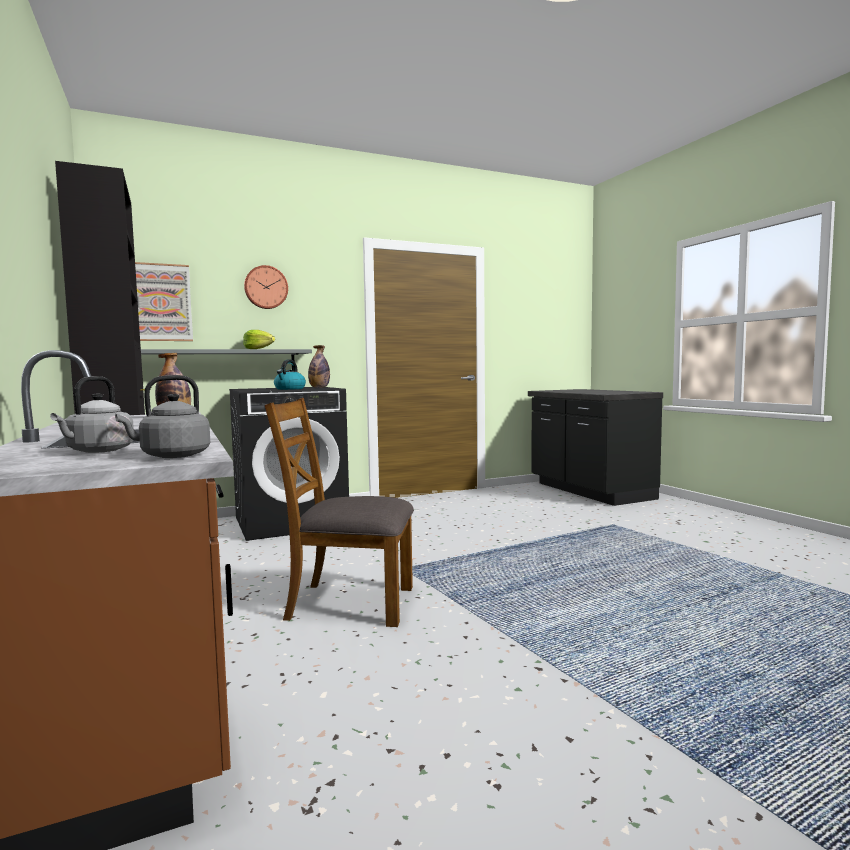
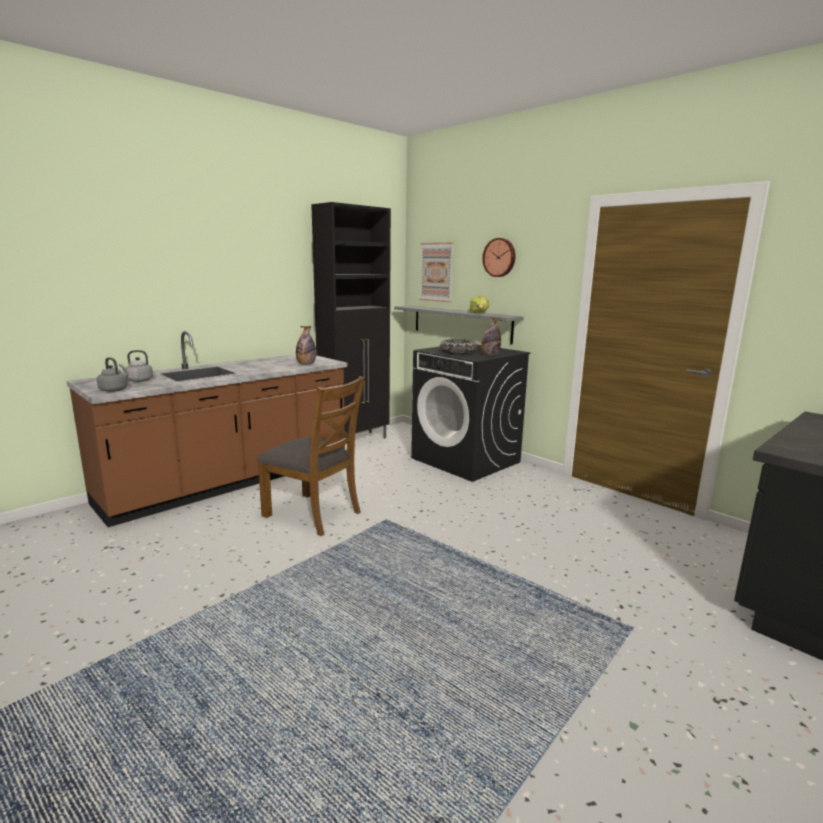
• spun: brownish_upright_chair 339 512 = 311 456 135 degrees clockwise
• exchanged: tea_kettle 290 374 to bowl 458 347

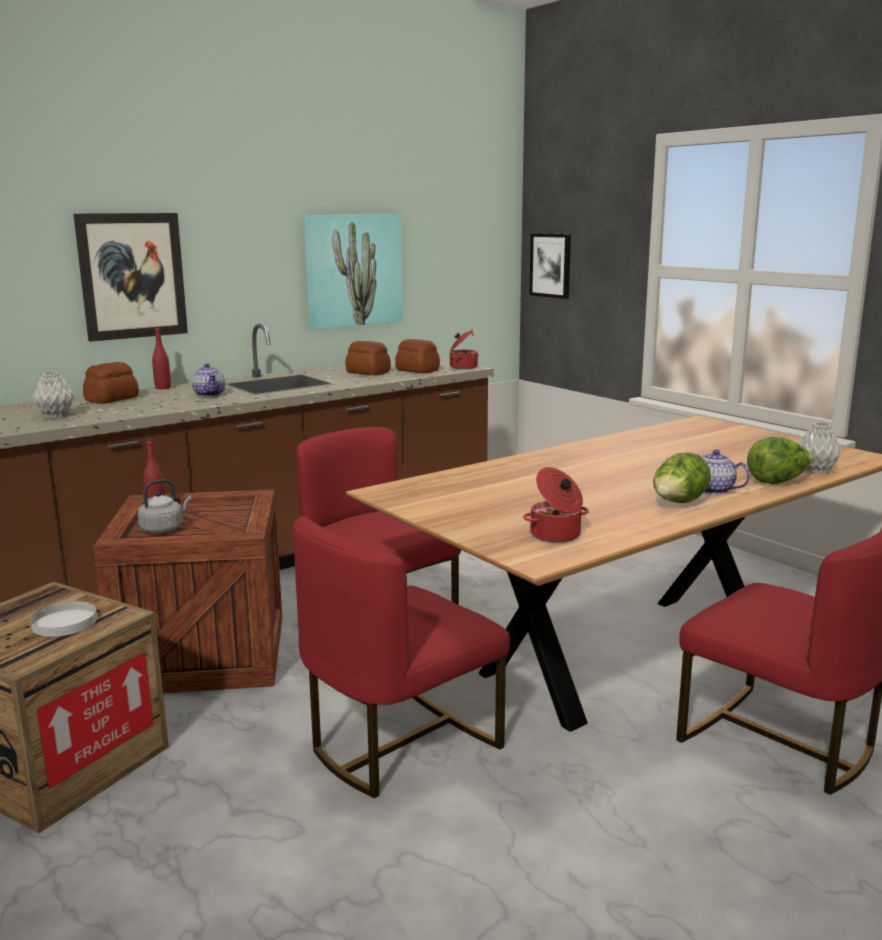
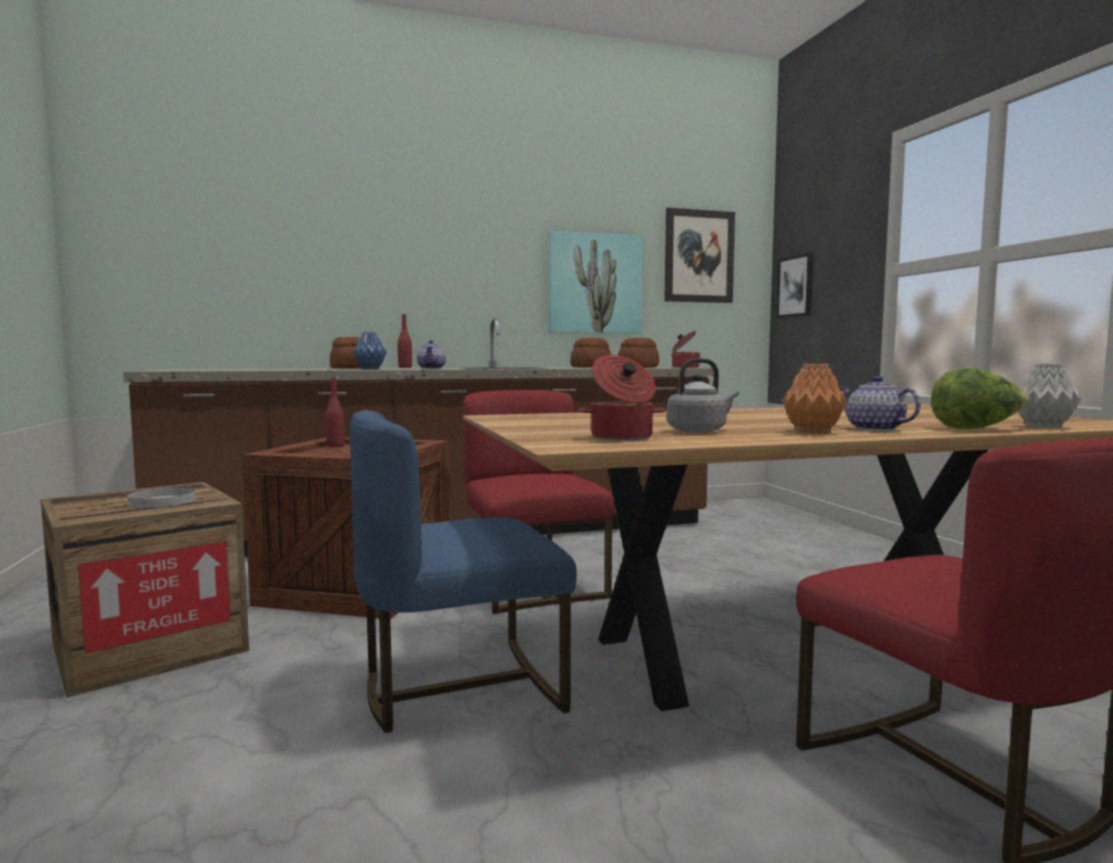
• missing: greyish_flower_vase 53 395
• relocated: wall_art 130 277 to 699 255
• relocated: greyish_tea_kettle 165 506 to 703 395
• colour: reddish_upright_chair 401 657 to bluish_upright_chair 463 571
• exchanged: lettuce_head 682 477 to orangey_flower_vase 814 399
• appeared: bluish_flower_vase 370 351

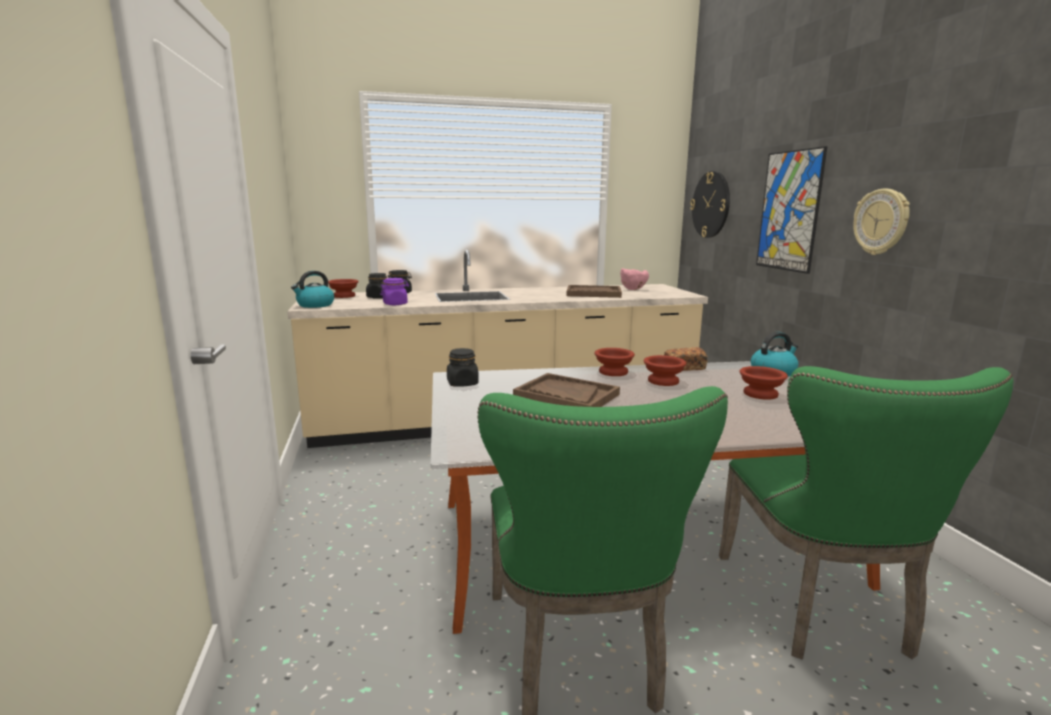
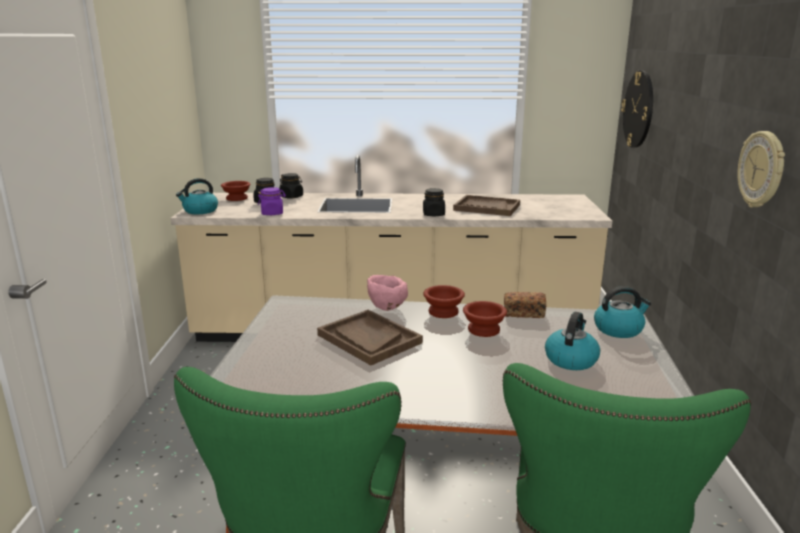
• relocated: black_storage_jar 463 367 to 434 202
• relocated: pink-coloured_bowl 634 279 to 387 293
• exchanged: brownish_bowl 763 383 to tea_kettle 572 341
• missing: wall_art 792 210

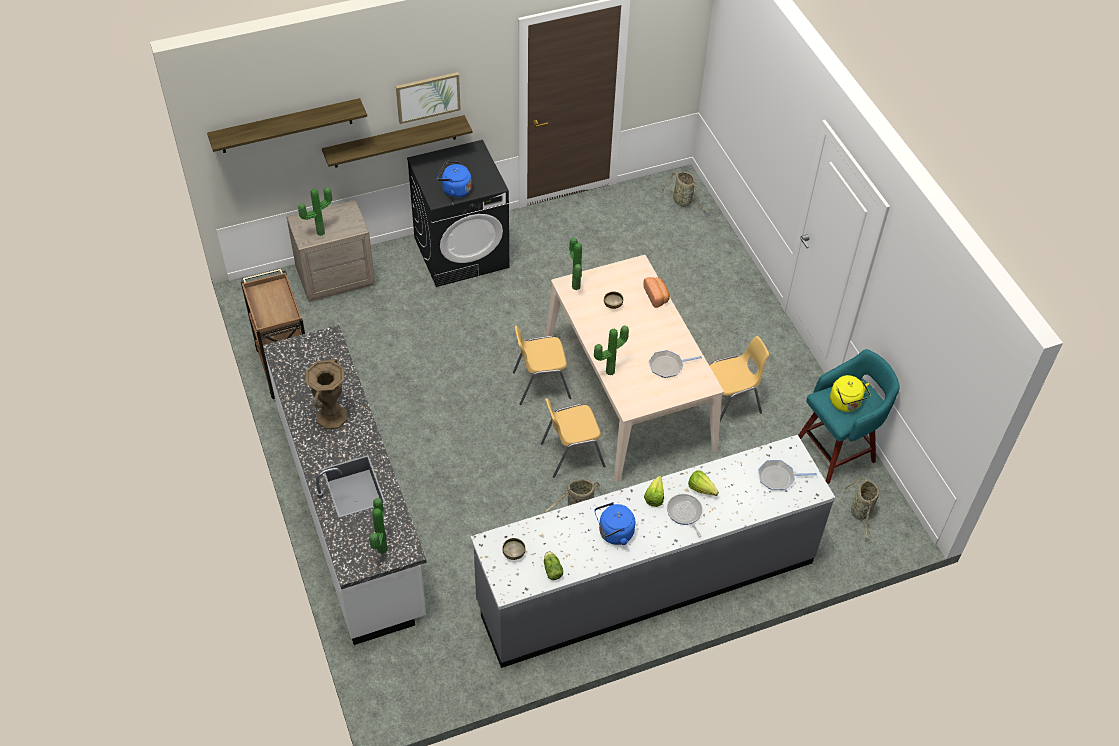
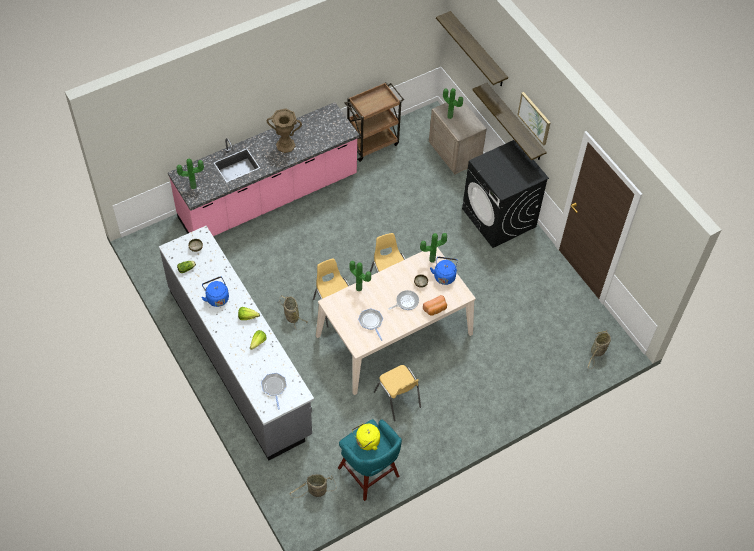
• colour: whitish_kitchen_counter 345 485 to pink-coloured_kitchen_counter 264 169
• relocated: bluish_tea_kettle 454 179 to 444 271
• relocated: skillet 684 515 to 403 300

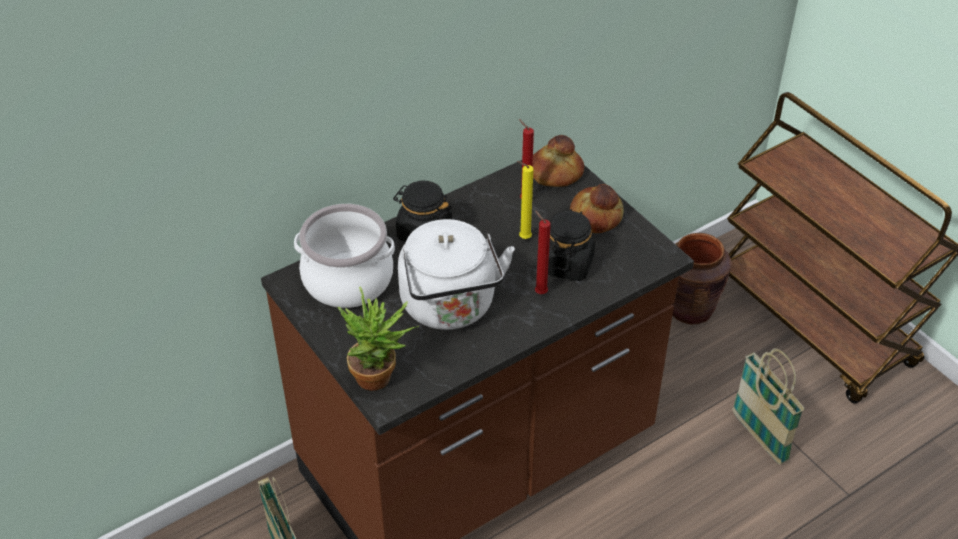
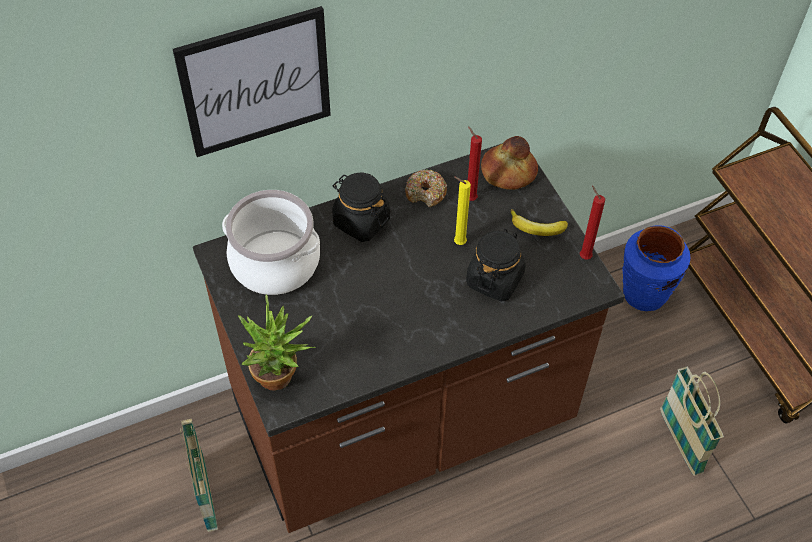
• missing: whitish_tea_kettle 456 274
• relocated: reddish_wax_light 543 252 to 592 223
• exchanged: bread 597 208 to banana 539 222
• colour: brownish_flower_vase 702 278 to bluish_flower_vase 656 268
• appeared: wall_art 252 81
• appeared: donut 426 188

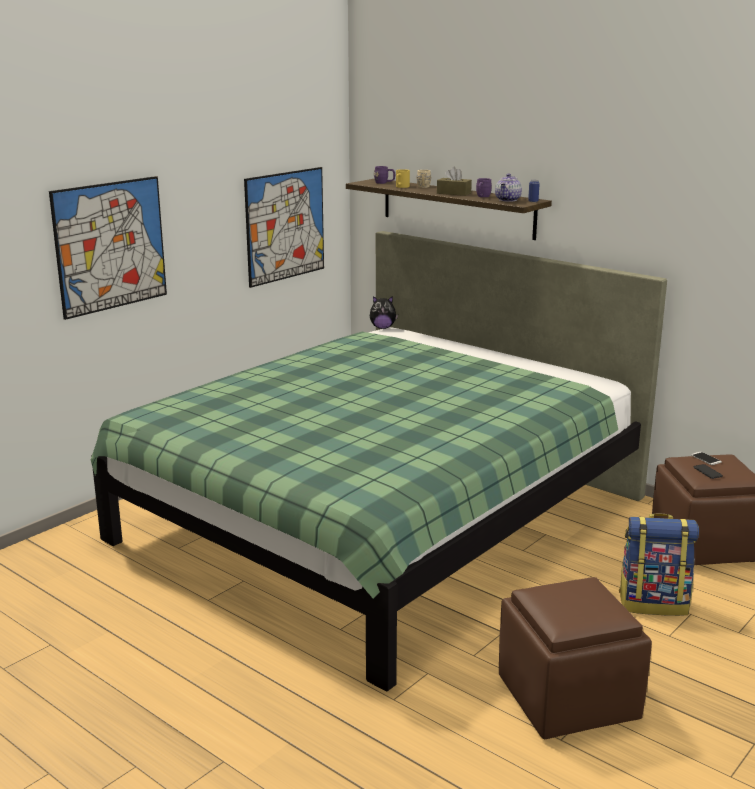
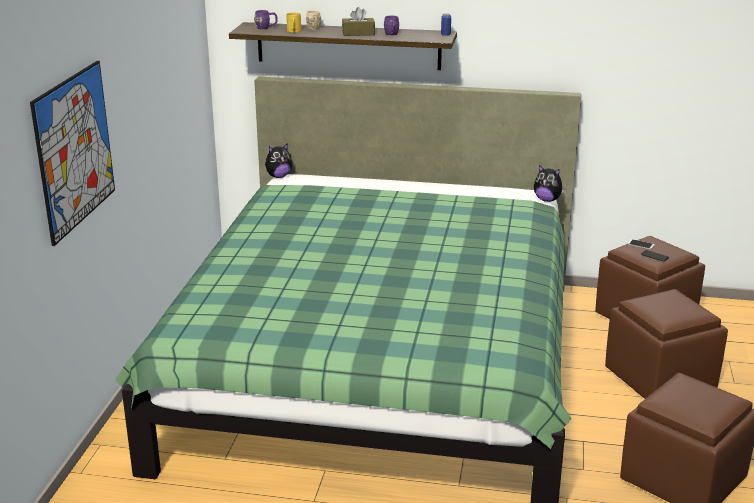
• missing: wall_art 284 227
• missing: pot_for_tea 508 187
• exchanged: rucksack 659 564 to brownish_footrest 666 344
• appeared: soft_toy 550 183

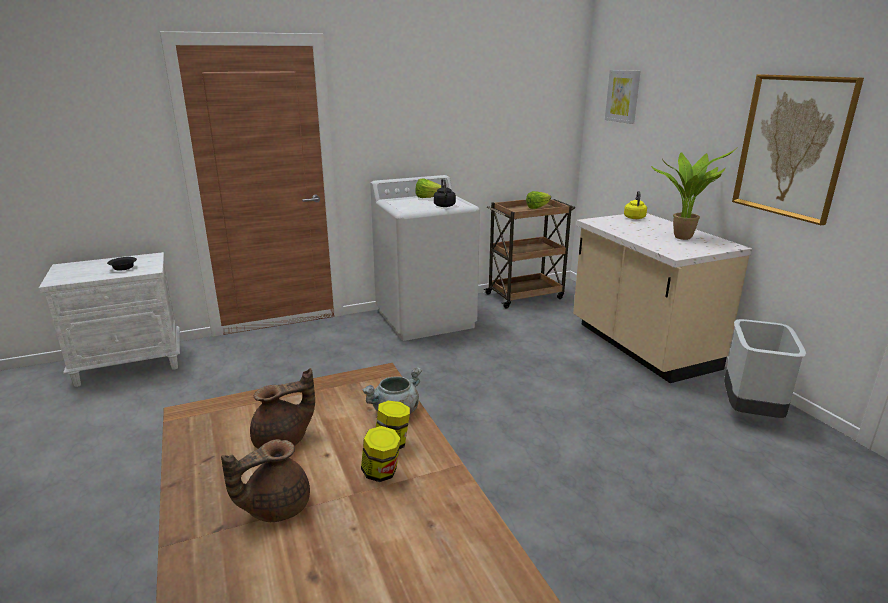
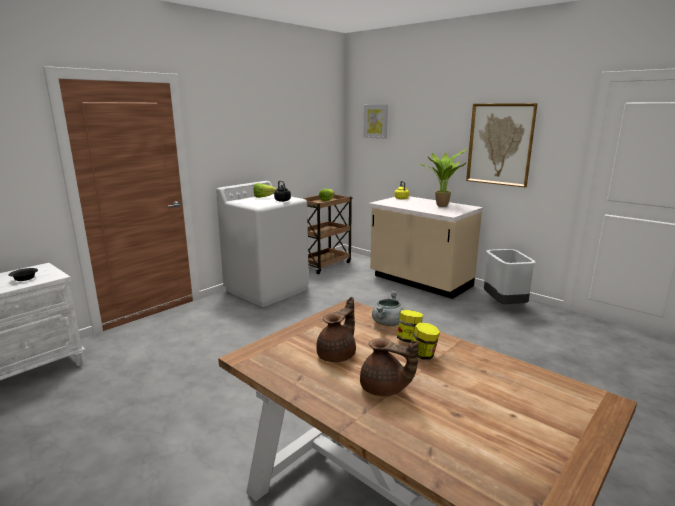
• spun: brownish_pot_for_tea 265 480 = 389 367 90 degrees counterclockwise

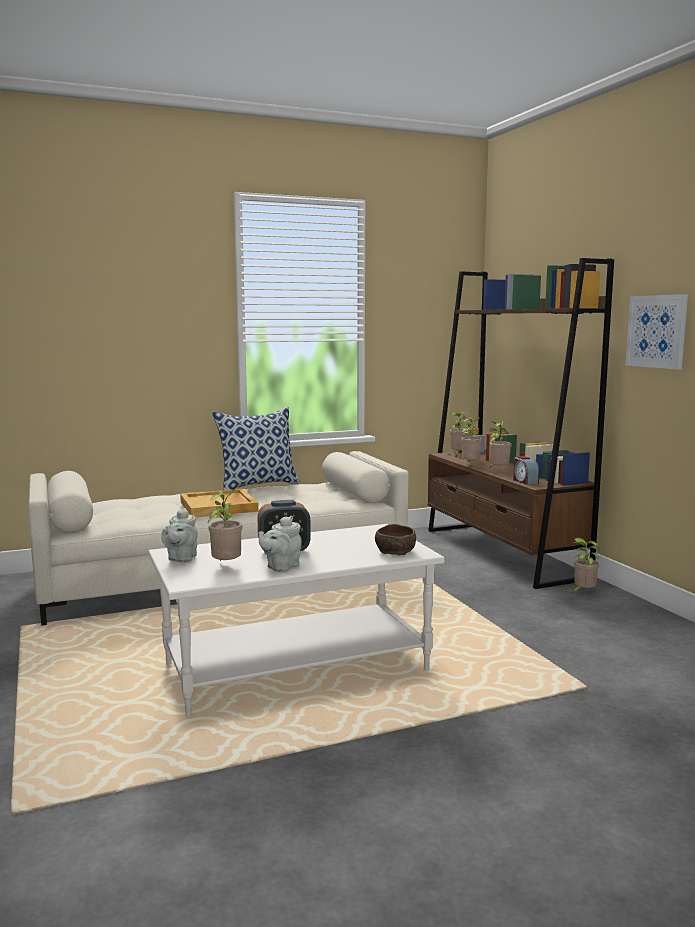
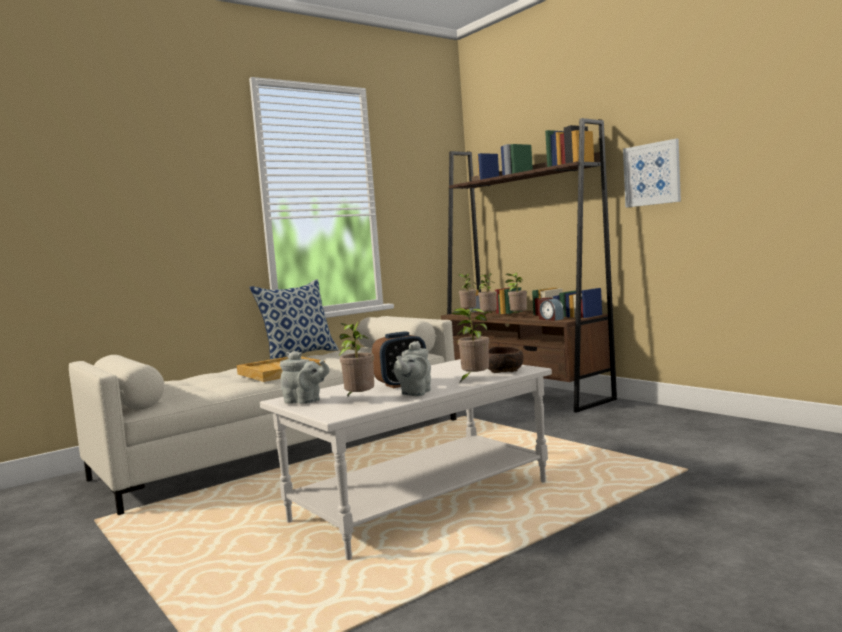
• spun: greyish_pot_for_tea 179 535 = 305 377 60 degrees counterclockwise
• relocated: plant_in_a_pot 585 566 to 470 345

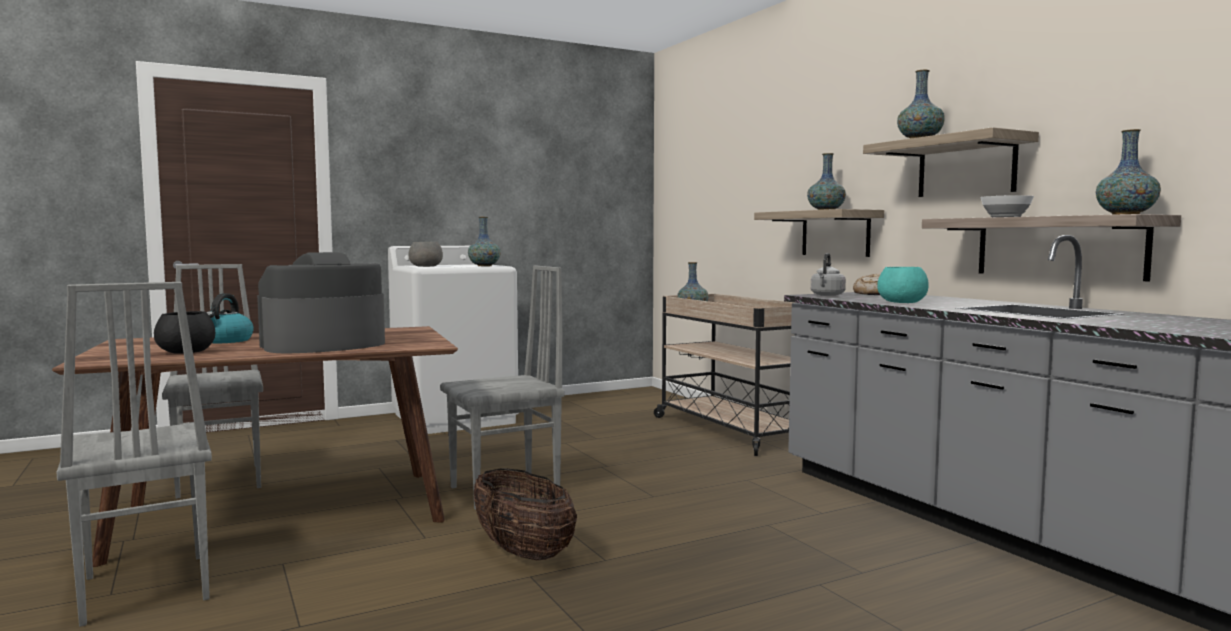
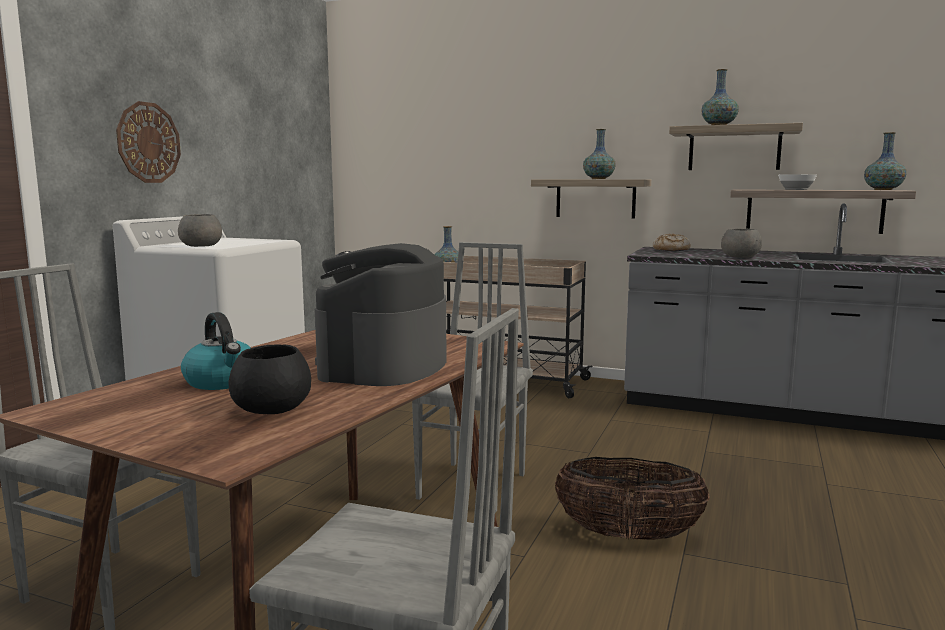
• missing: flower_vase 484 242
• missing: greyish_tea_kettle 828 274
• colour: turquoise-coloured_bowl 903 285 to greyish_bowl 741 243
• appeared: hanging_clock 148 142

